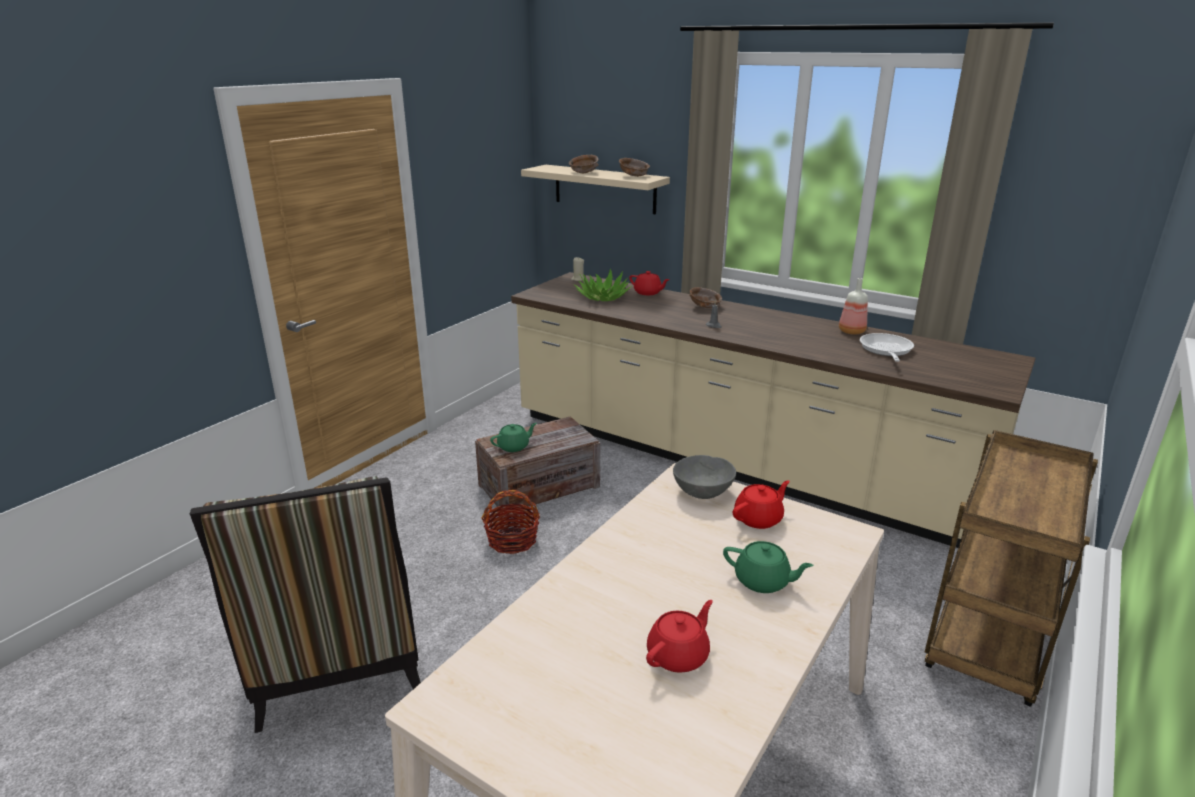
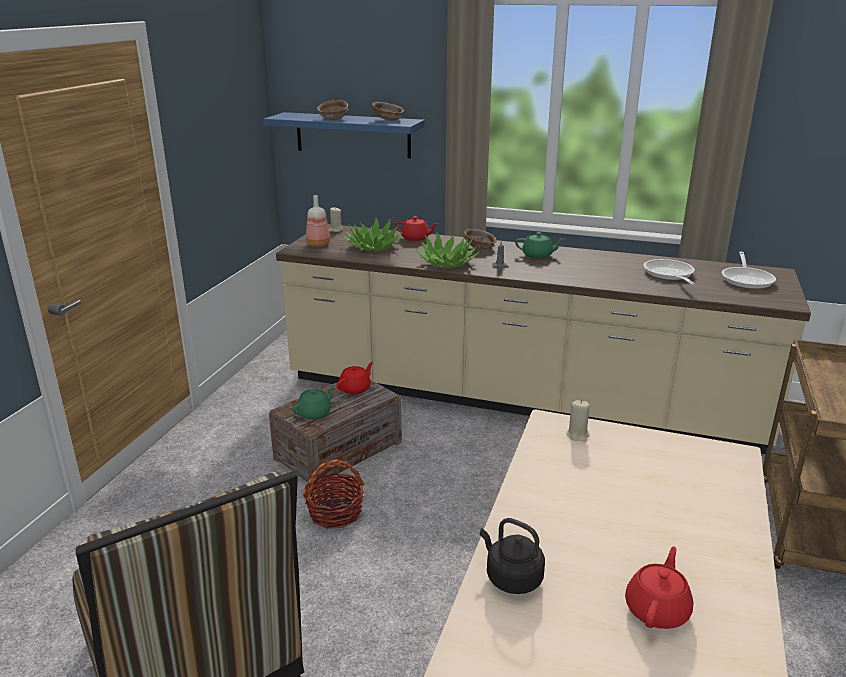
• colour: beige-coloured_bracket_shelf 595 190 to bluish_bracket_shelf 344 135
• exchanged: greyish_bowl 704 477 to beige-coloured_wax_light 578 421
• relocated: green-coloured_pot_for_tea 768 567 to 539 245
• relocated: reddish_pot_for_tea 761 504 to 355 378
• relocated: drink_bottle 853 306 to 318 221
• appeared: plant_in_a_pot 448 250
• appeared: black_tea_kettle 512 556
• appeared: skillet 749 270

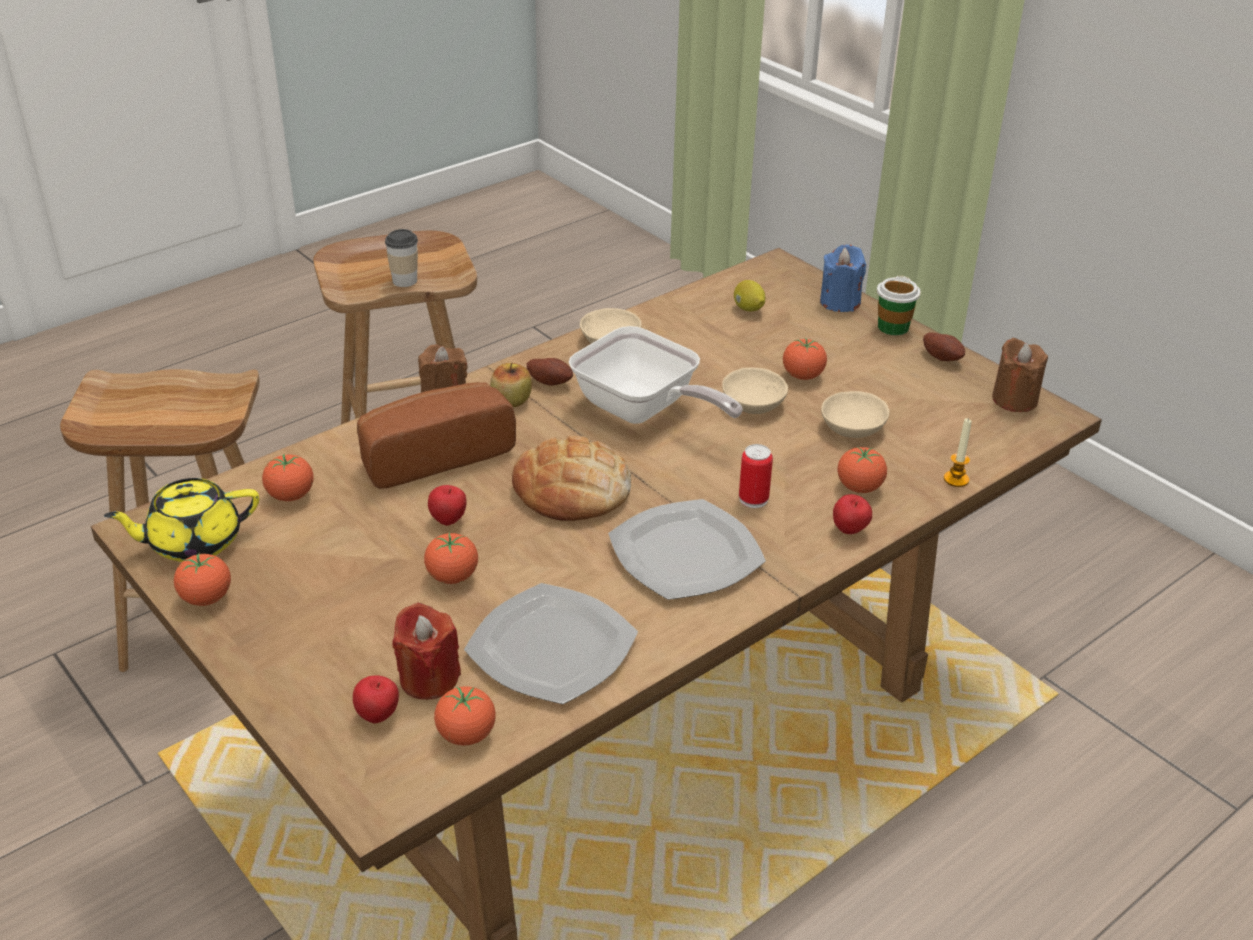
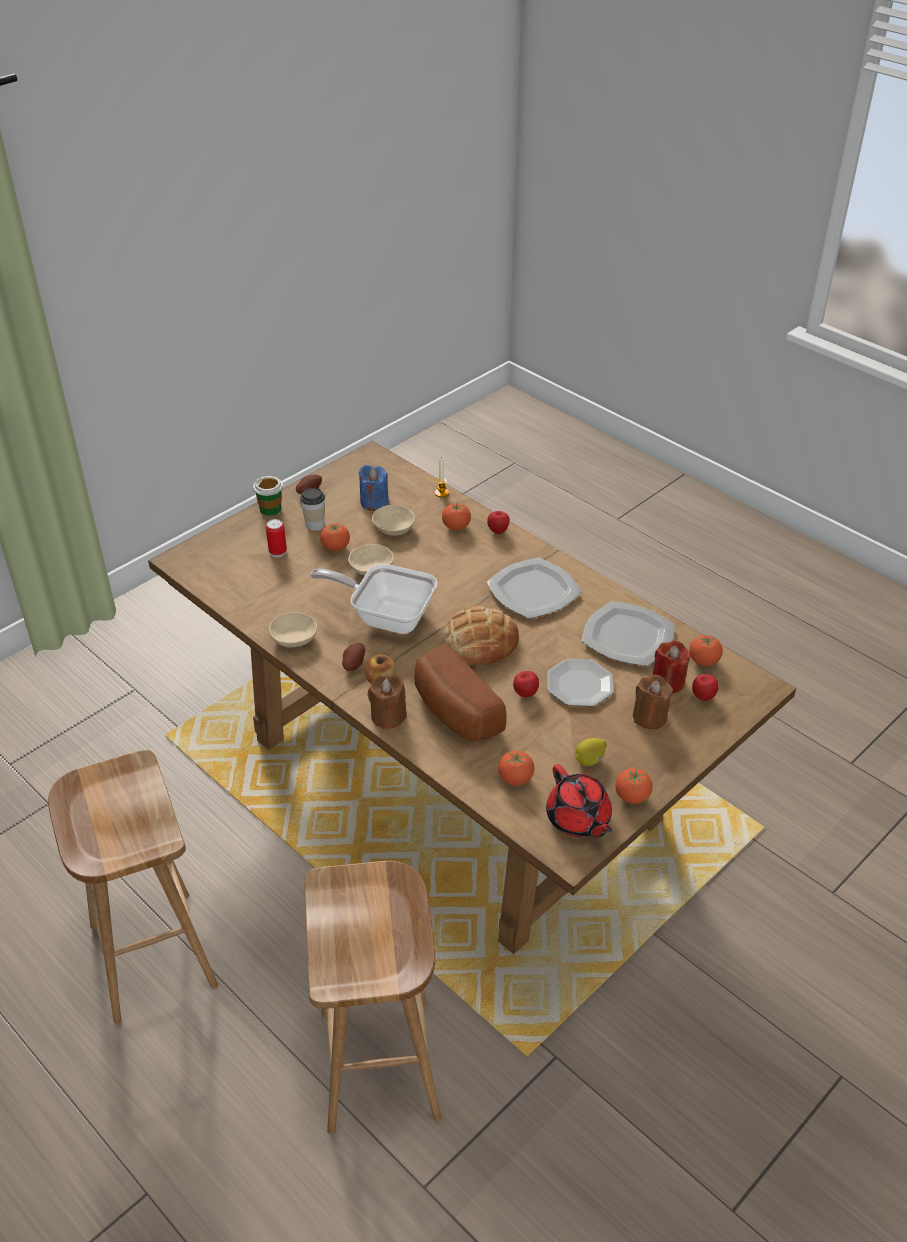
• colour: yellowish_pot_for_tea 181 520 to reddish_pot_for_tea 579 800
• relocated: small_cup 401 258 to 312 509
• exchanged: whole_tomato 451 558 to dinner_plate 580 683
• spun: skillet 655 375 = 374 599 105 degrees counterclockwise
• relocated: lemon 749 295 to 590 752
• relocated: sealed_can 756 476 to 276 538
• relocated: bluish_wax_light 843 278 to 373 488
• relocated: brownish_wax_light 1020 375 to 653 702

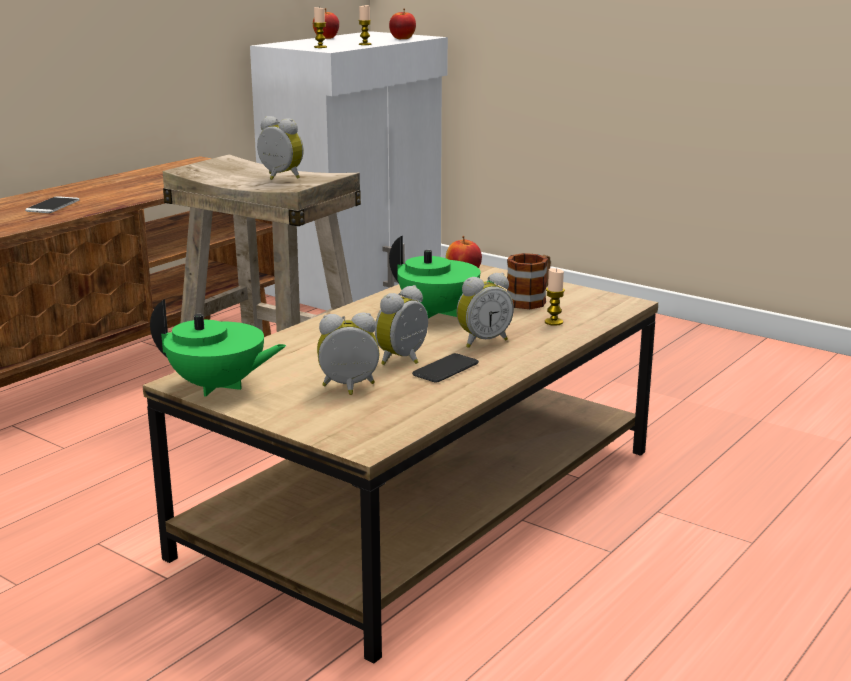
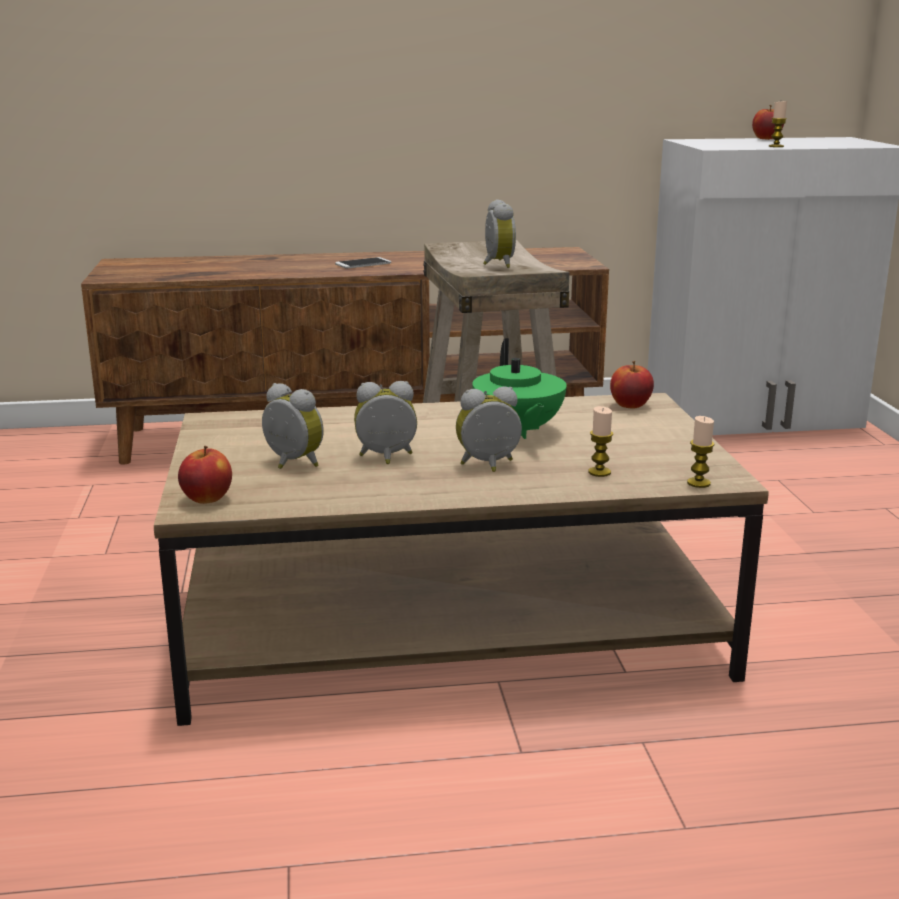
• missing: green-coloured_pot_for_tea 218 347
• relocated: wax_light 320 27 to 700 452
• relocated: whole_apple 402 24 to 205 475
• missing: telephone 445 367
• spun: bedside_clock 485 310 = 489 429 150 degrees clockwise
• missing: coffee_mug 529 281

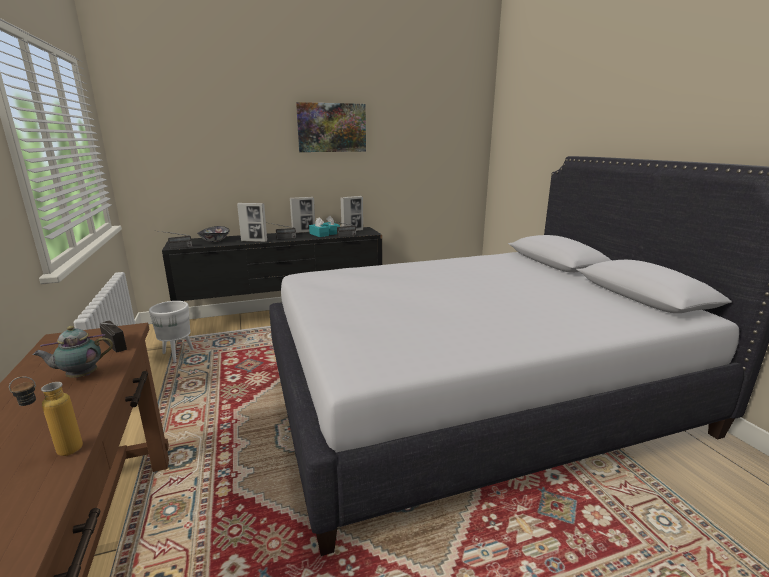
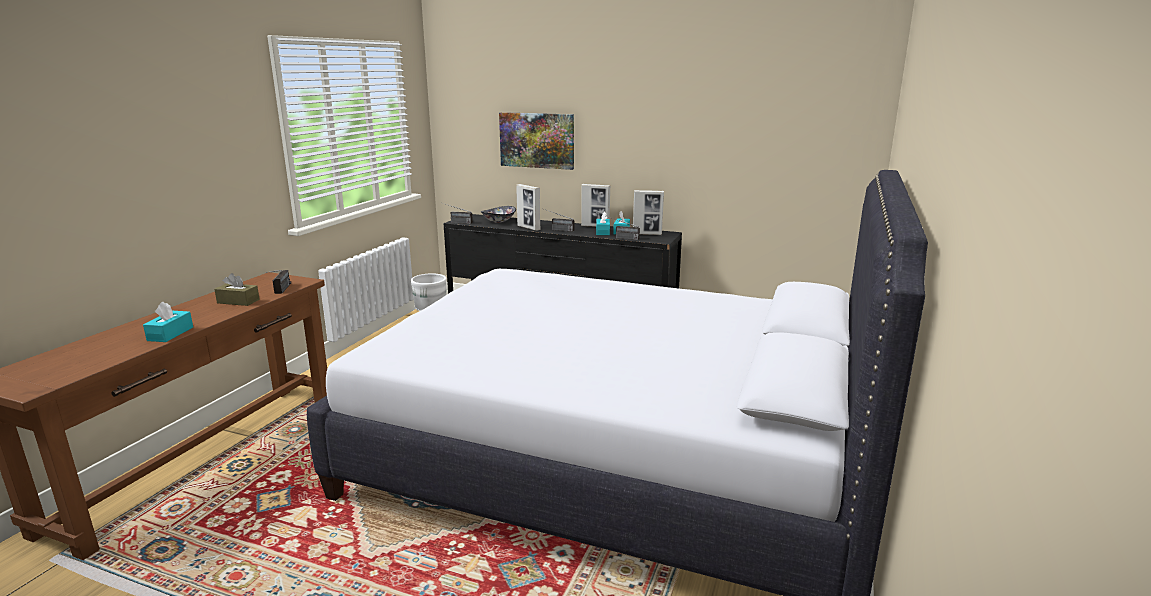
• exchanged: drink_bottle 46 416 to turquoise-coloured_box_of_tissues 168 322
• exchanged: pot_for_tea 72 352 to brownish_box_of_tissues 237 289
• relocated: wall_art 331 127 to 536 141

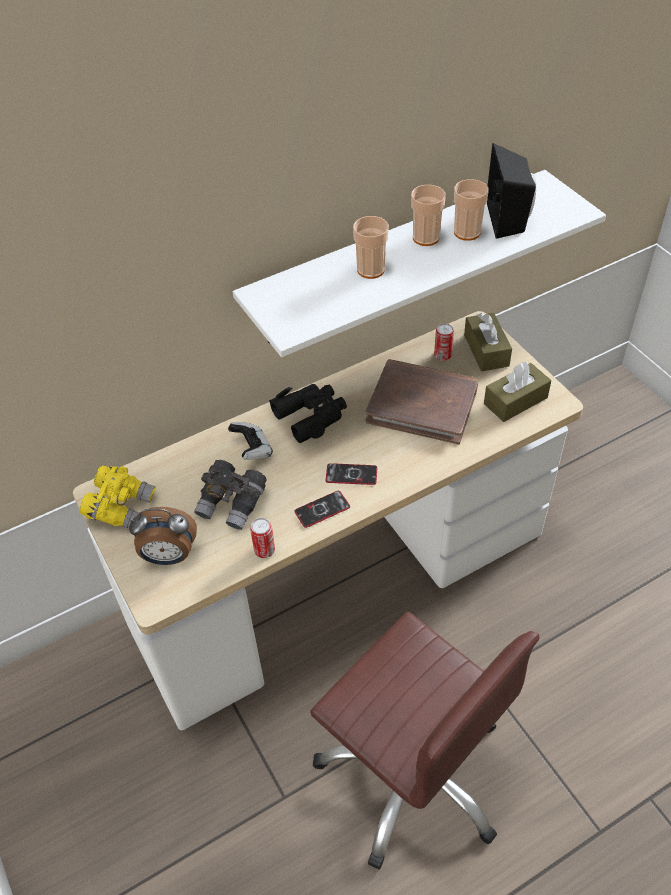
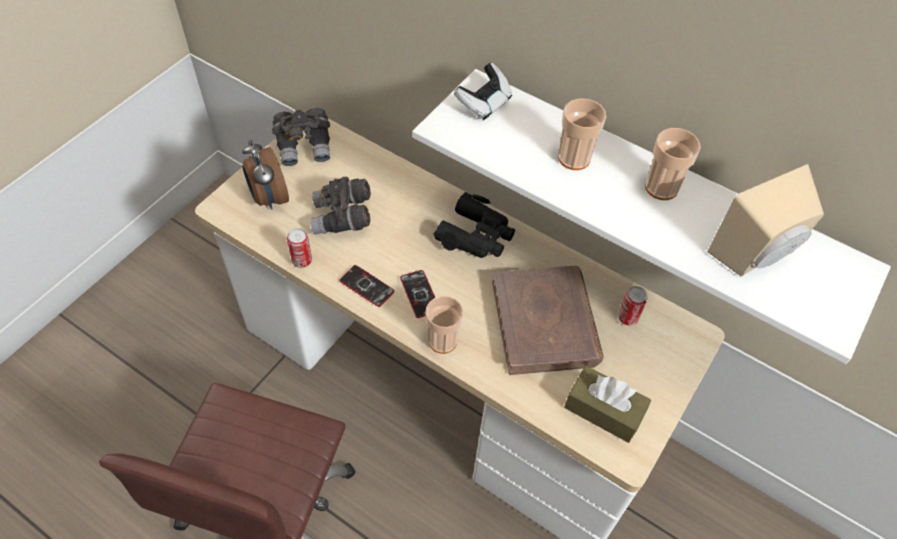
• colour: yellowish_pair_of_binoculars 117 496 to greyish_pair_of_binoculars 301 137
• relocated: game_controller 250 441 to 483 91
• relocated: small_cup 471 210 to 444 325
• missing: brownish_box_of_tissues 488 342
• colour: black_speaker 511 191 to beige-coloured_speaker 765 220

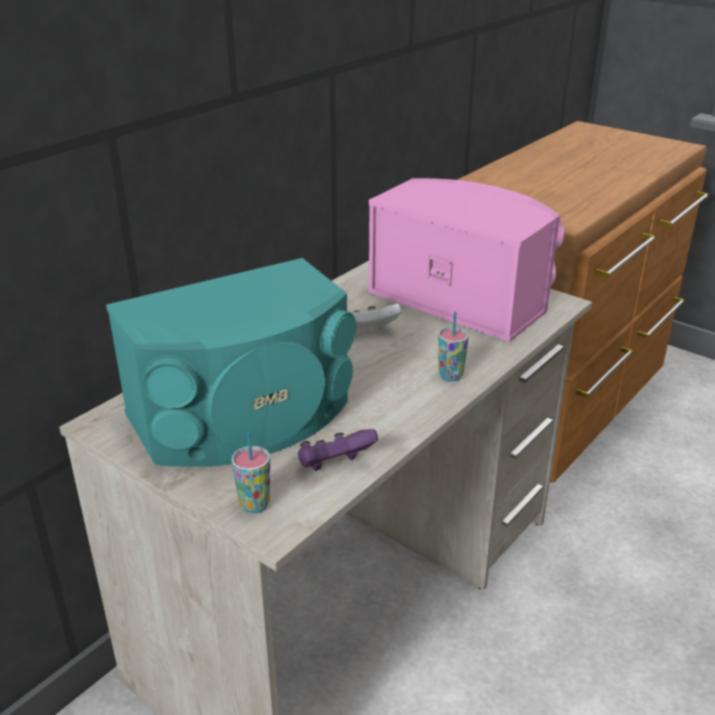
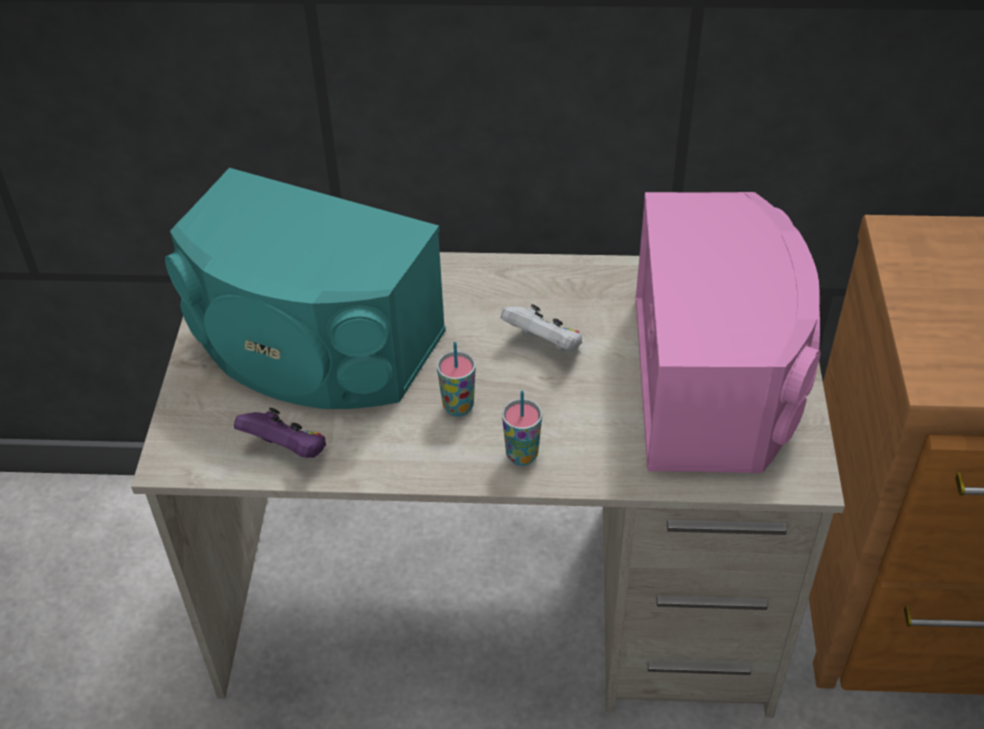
• relocated: small_cup 251 472 to 456 379

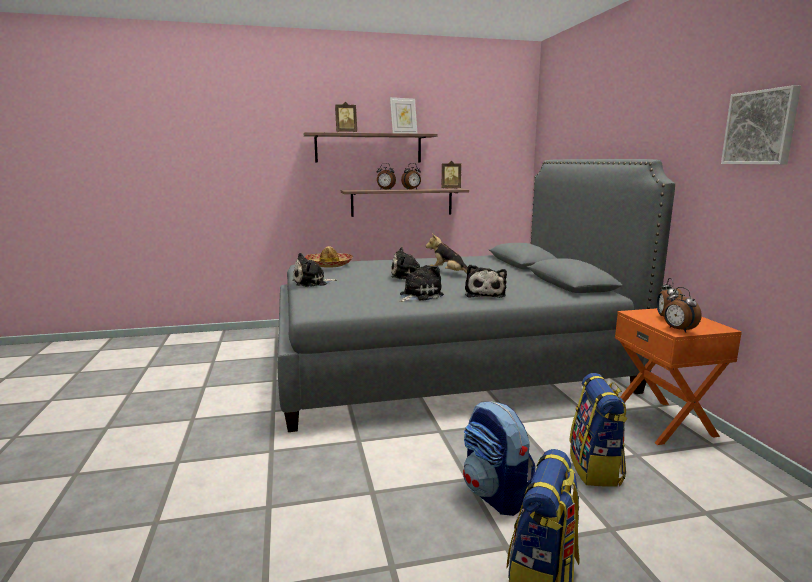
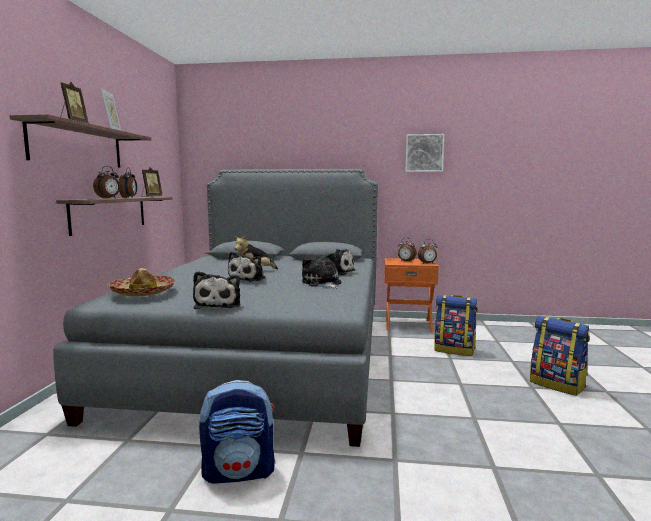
• relocated: rucksack 499 458 to 237 431

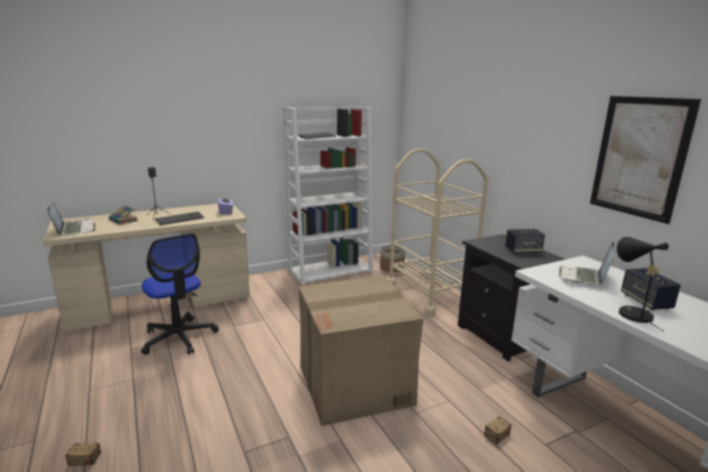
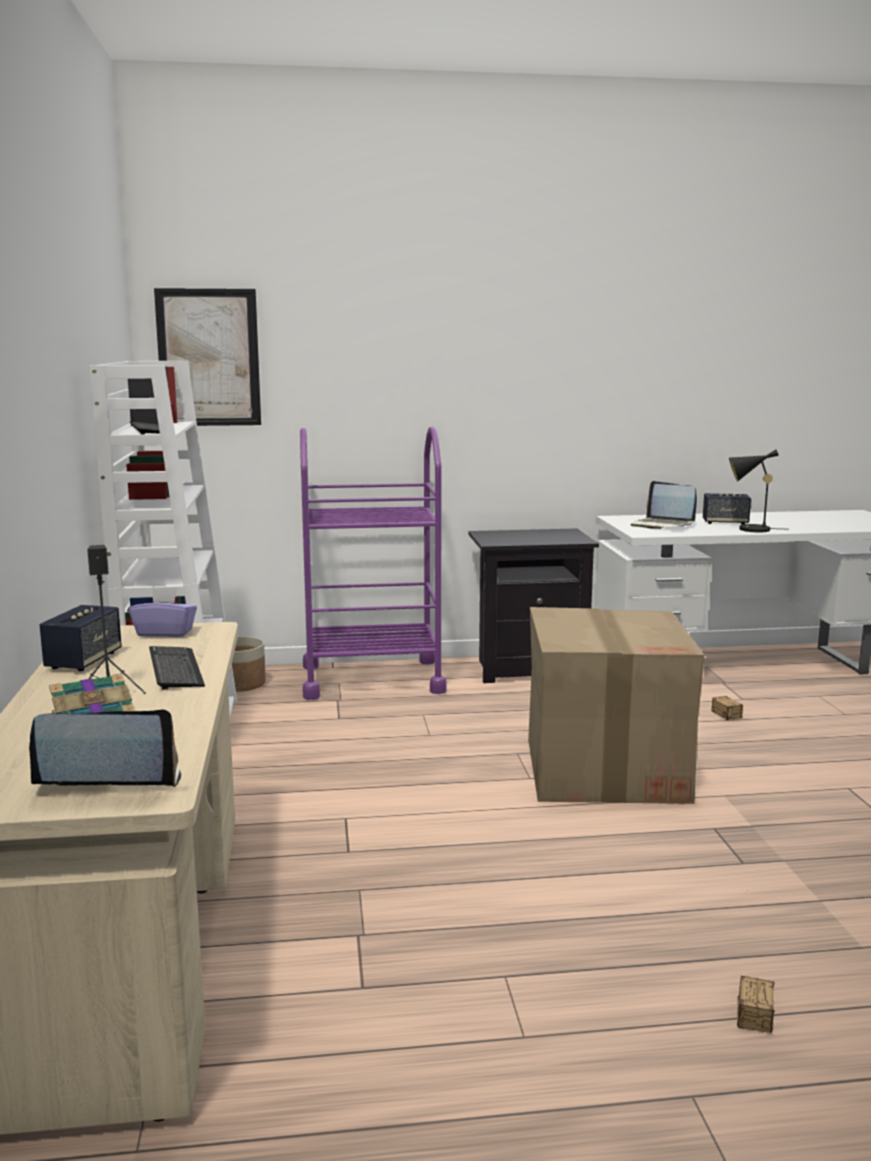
• missing: computer_chair 180 294
• colour: beige-coloured_wheeled_cart 438 232 to purplish_wheeled_cart 373 563
• relocated: speaker 525 241 to 81 638
• relocated: wall_art 645 160 to 207 357

